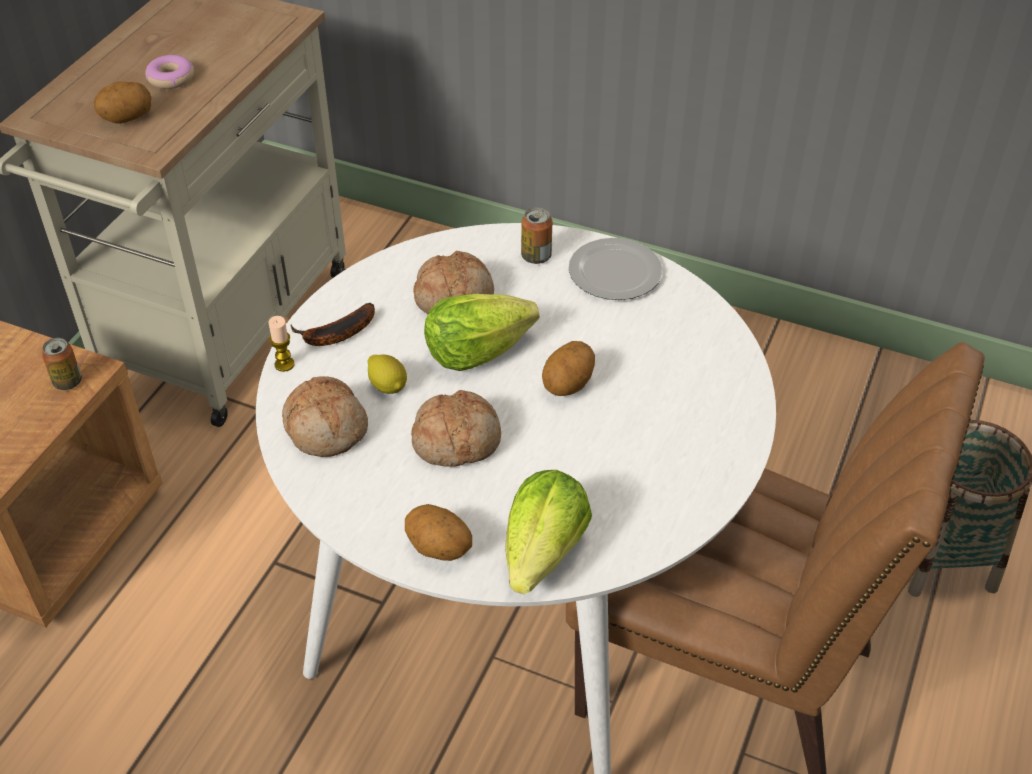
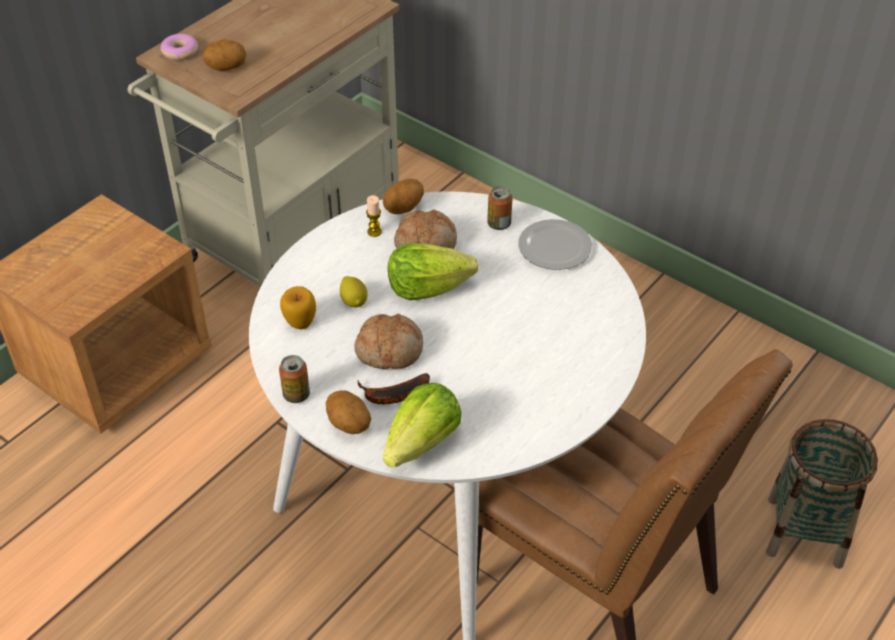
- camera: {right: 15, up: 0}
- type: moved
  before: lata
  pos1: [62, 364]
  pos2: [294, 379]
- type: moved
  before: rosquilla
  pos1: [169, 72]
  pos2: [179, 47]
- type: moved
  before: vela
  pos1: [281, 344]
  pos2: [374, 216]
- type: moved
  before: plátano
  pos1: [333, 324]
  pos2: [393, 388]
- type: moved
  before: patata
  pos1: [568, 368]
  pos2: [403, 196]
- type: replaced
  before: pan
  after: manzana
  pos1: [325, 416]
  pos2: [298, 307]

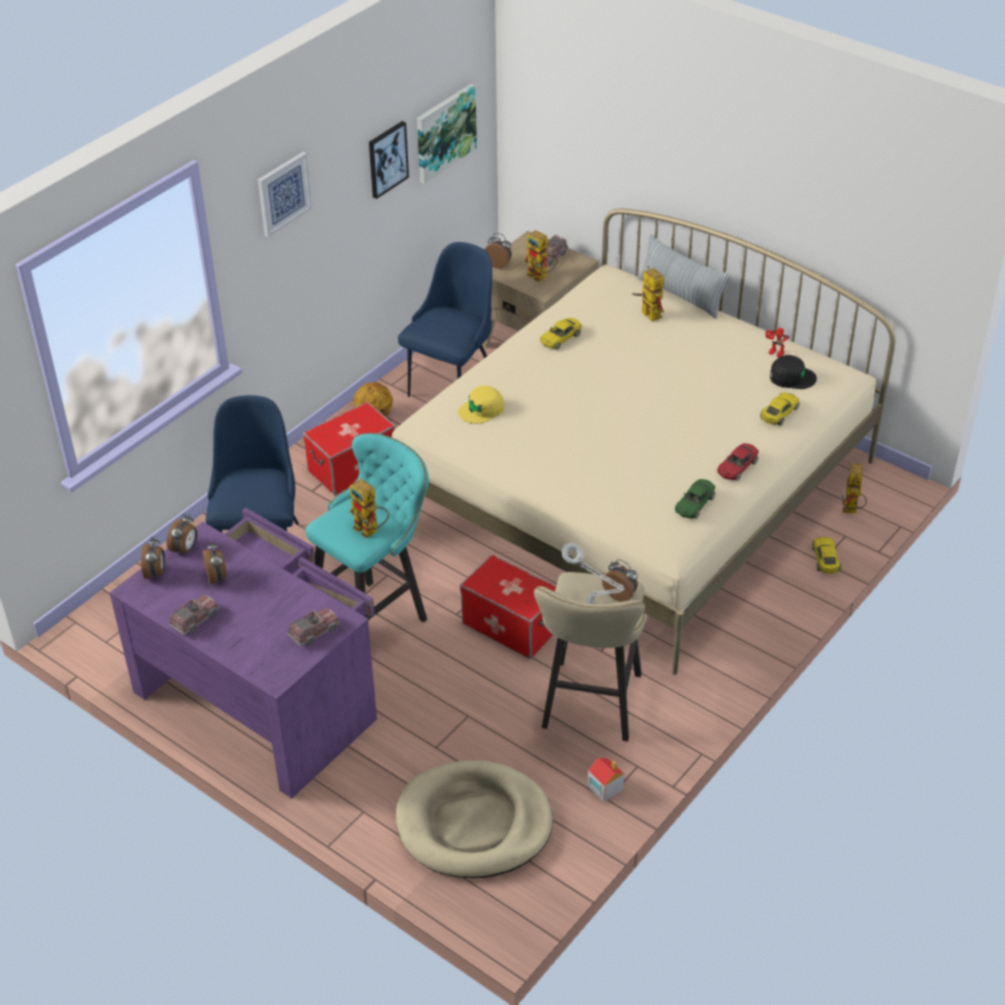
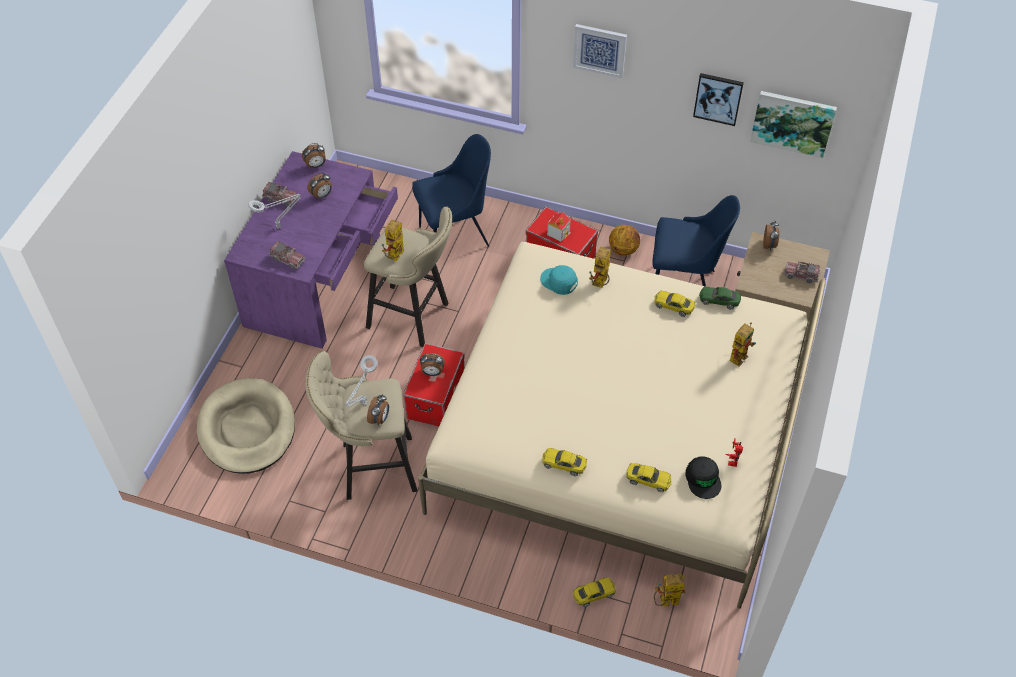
- camera: {right: 70, up: 10}
- type: removed
  before: cojín
  pos1: [684, 276]
- type: added
  after: lámpara de mesa (gris)
  pos2: [274, 211]
- type: moved
  before: despertador
  pos1: [181, 534]
  pos2: [432, 364]
- type: moved
  before: robot de juguete
  pos1: [541, 256]
  pos2: [600, 267]
- type: moved
  before: casita
  pos1: [605, 780]
  pos2: [559, 227]
- type: moved
  before: coche de juguete (verde)
  pos1: [695, 499]
  pos2: [720, 298]
- type: recoloured
  before: taburete (turquesa)
  after: taburete (beis)
  pos1: [367, 528]
  pos2: [408, 276]
- type: recoloured
  before: gorra (amarillo)
  after: gorra (turquesa)
  pos1: [481, 405]
  pos2: [559, 280]
- type: recoloured
  before: coche de juguete (rojo)
  after: coche de juguete (amarillo)
  pos1: [738, 462]
  pos2: [565, 462]

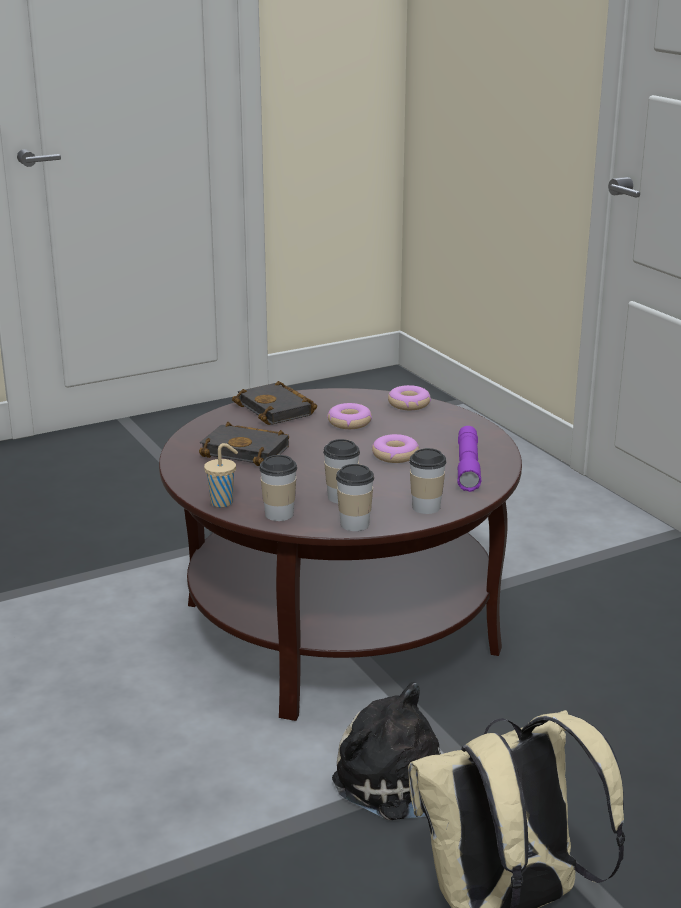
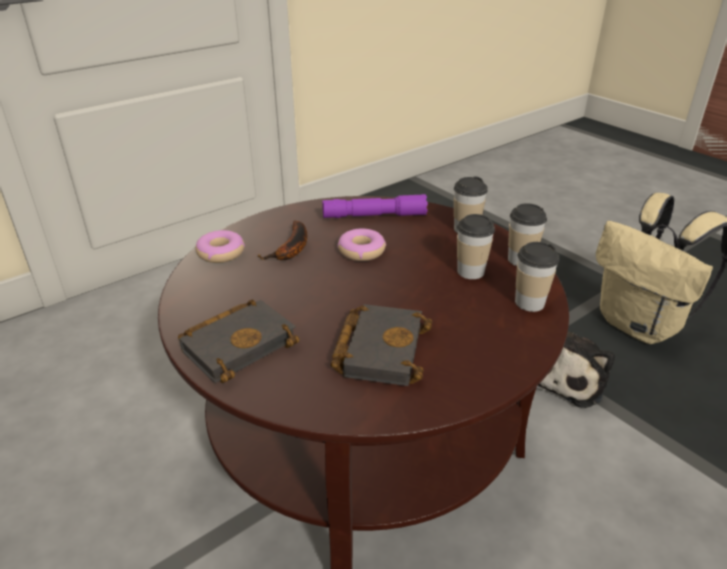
- camera: {right: -100, up: 10}
- type: removed
  before: taza (beis)
  pos1: [221, 475]
- type: removed
  before: rosquilla
  pos1: [349, 416]
- type: added
  after: plátano
  pos2: [282, 240]

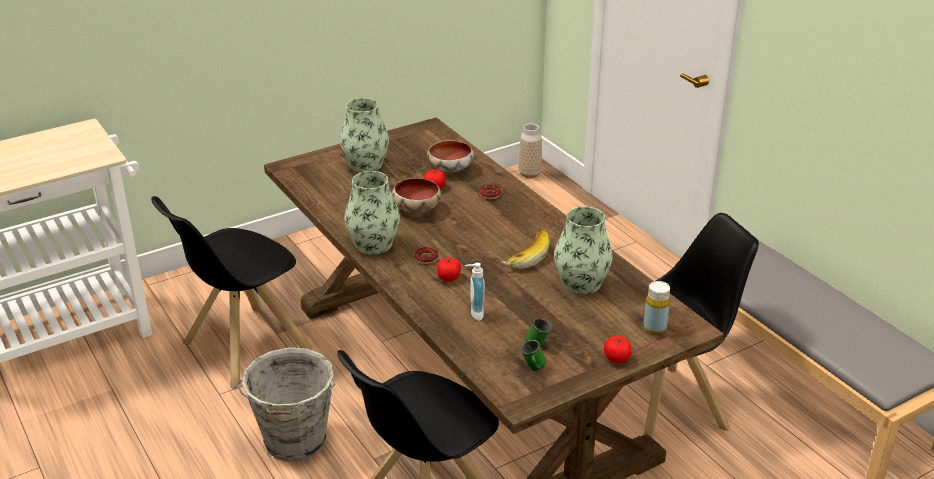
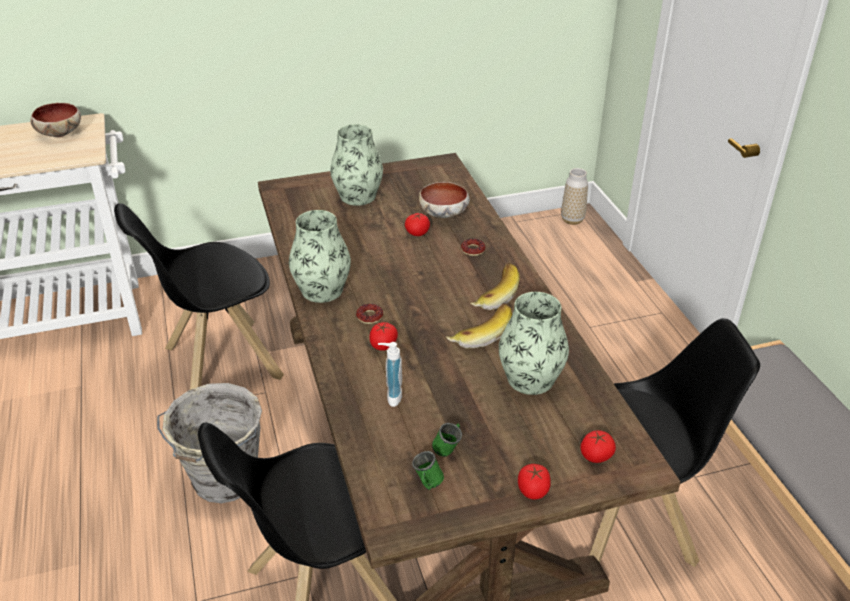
- camera: {right: 15, up: 5}
- type: added
  after: plátano
  pos2: [495, 286]
- type: moved
  before: cuenco
  pos1: [416, 195]
  pos2: [55, 120]
- type: replaced
  before: botella (amarillo)
  after: tomate
  pos1: [656, 307]
  pos2: [598, 446]

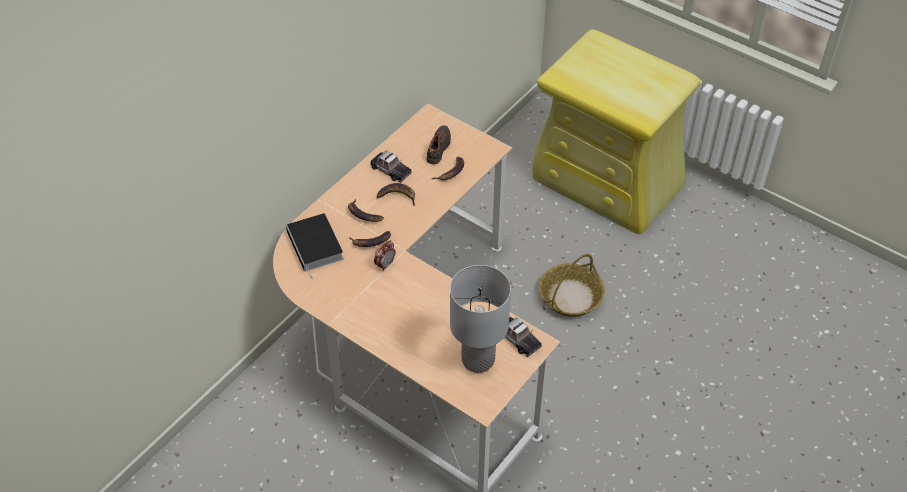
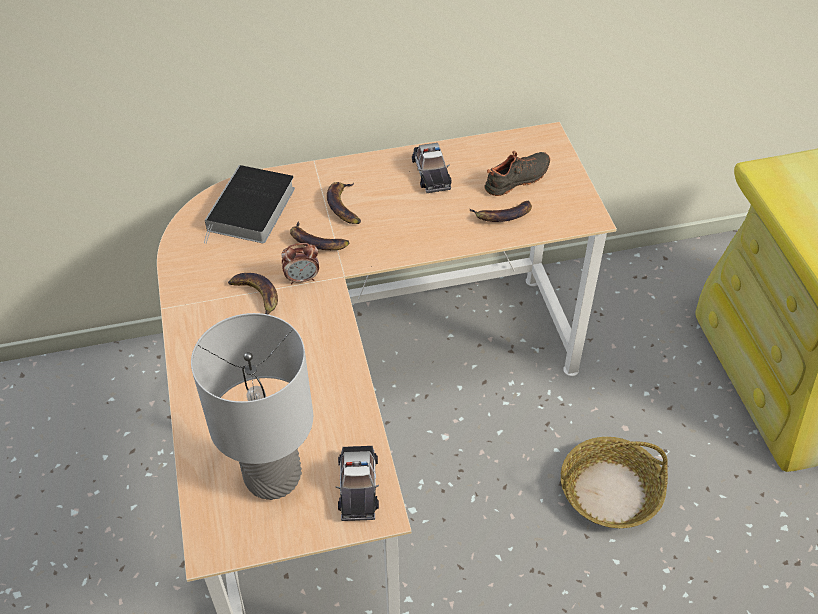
- camera: {right: 40, up: 0}
- type: moved
  before: plátano
  pos1: [395, 194]
  pos2: [253, 293]

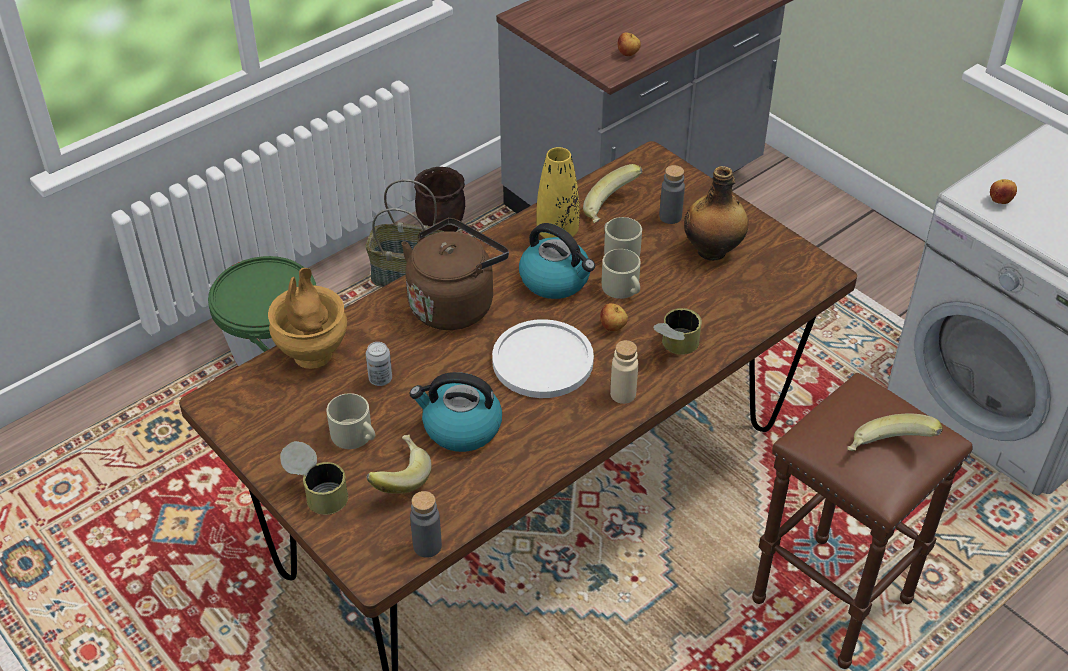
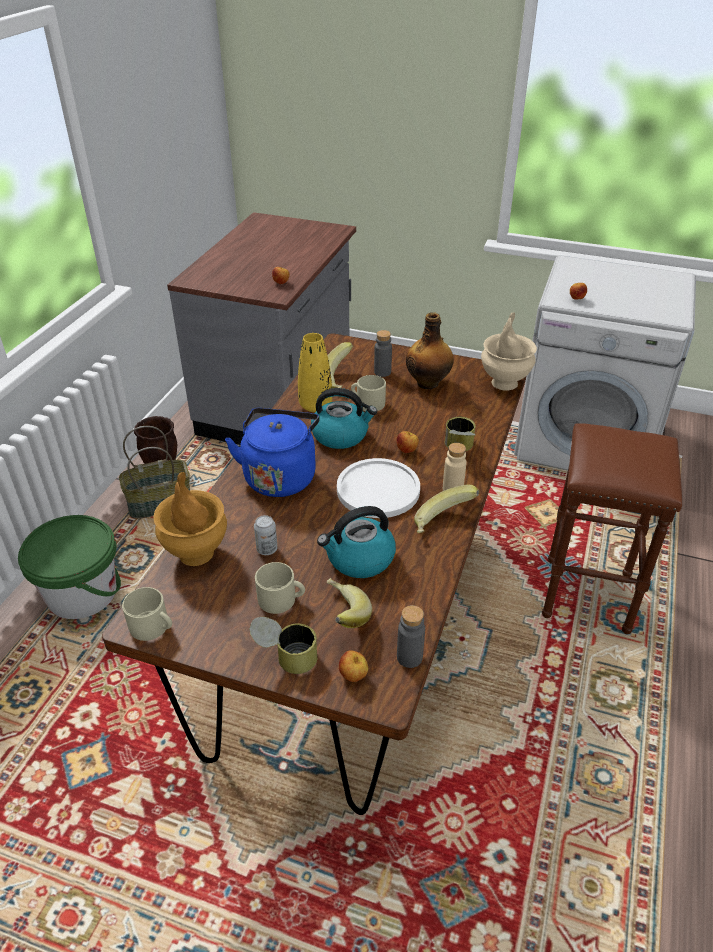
- camera: {right: -30, up: -5}
- type: added
  after: manzana
  pos2: [353, 666]
- type: added
  after: florero (beis)
  pos2: [509, 351]
- type: moved
  before: taza grande (beis)
  pos1: [621, 274]
  pos2: [147, 614]
- type: moved
  before: plátano
  pos1: [895, 432]
  pos2: [446, 509]
- type: recoloured
  before: hervidor (marrón)
  after: hervidor (azul)
  pos1: [455, 274]
  pos2: [272, 452]

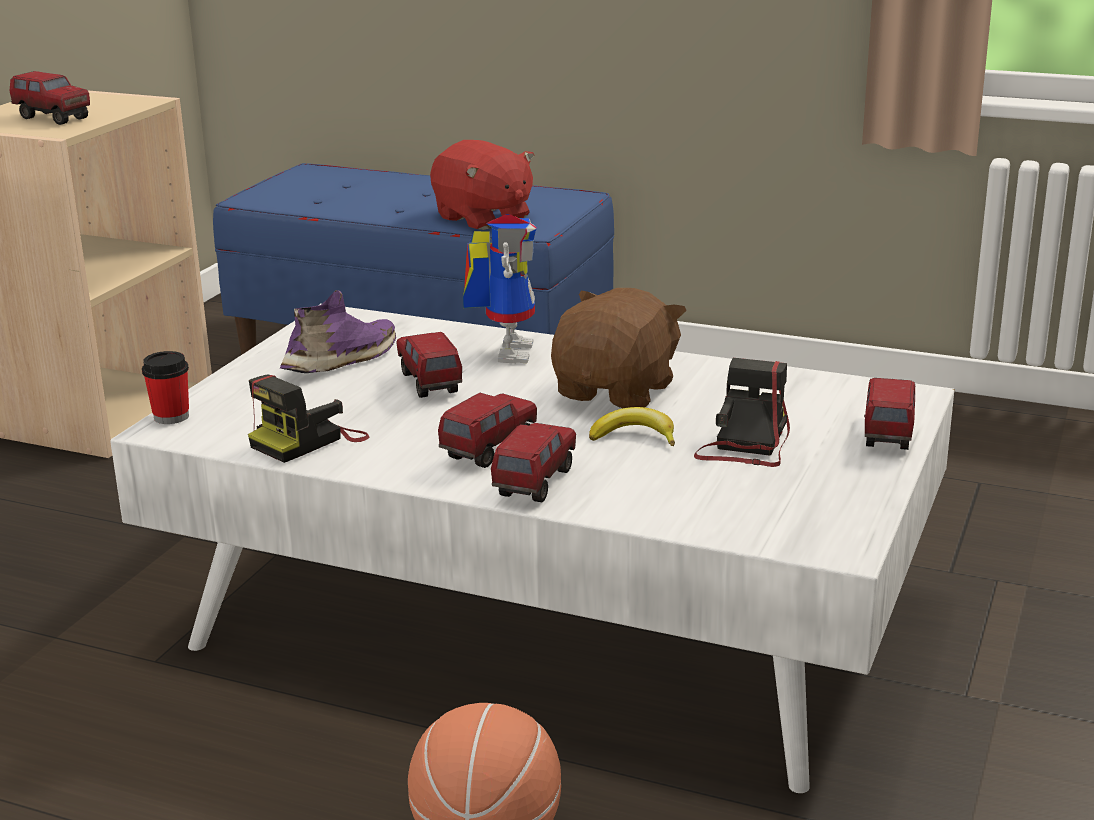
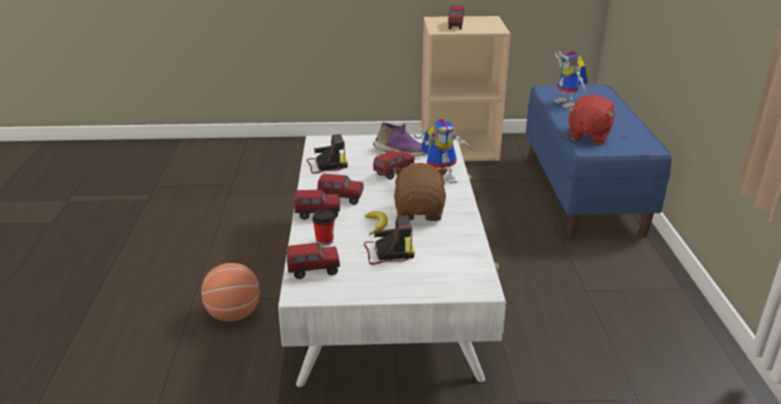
- camera: {right: 65, up: 5}
- type: added
  after: robot de juguete
  pos2: [571, 80]
- type: moved
  before: taza
  pos1: [165, 387]
  pos2: [323, 227]
- type: moved
  before: camión de juguete
  pos1: [889, 414]
  pos2: [313, 261]
- type: turned
  before: cámara
  pos1: [308, 419]
  pos2: [327, 154]
  turn: 150
- type: turned
  before: peluche (marrón)
  pos1: [619, 348]
  pos2: [420, 192]
  turn: -90

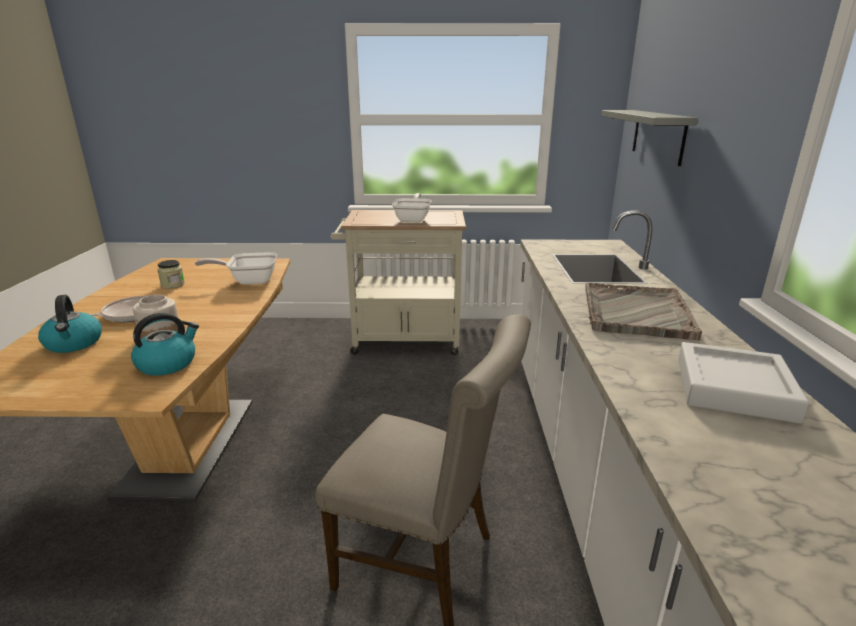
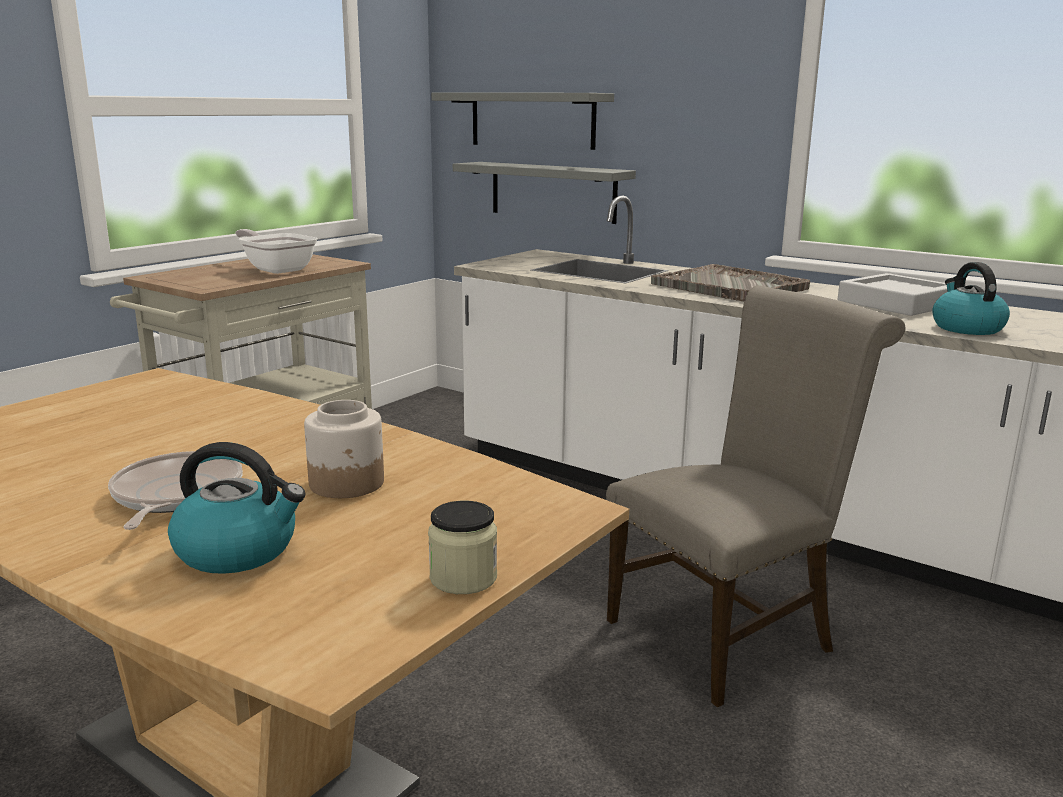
- camera: {right: -55, up: -5}
- type: removed
  before: sartén
  pos1: [236, 268]
- type: added
  after: estante (gris)
  pos2: [544, 193]
- type: moved
  before: hervidor
  pos1: [165, 344]
  pos2: [971, 298]
- type: moved
  before: tarro
  pos1: [171, 274]
  pos2: [462, 547]

